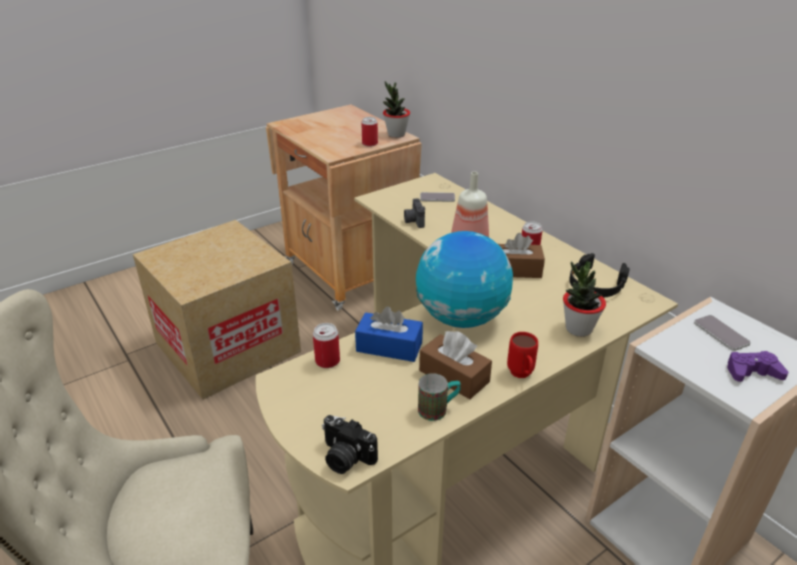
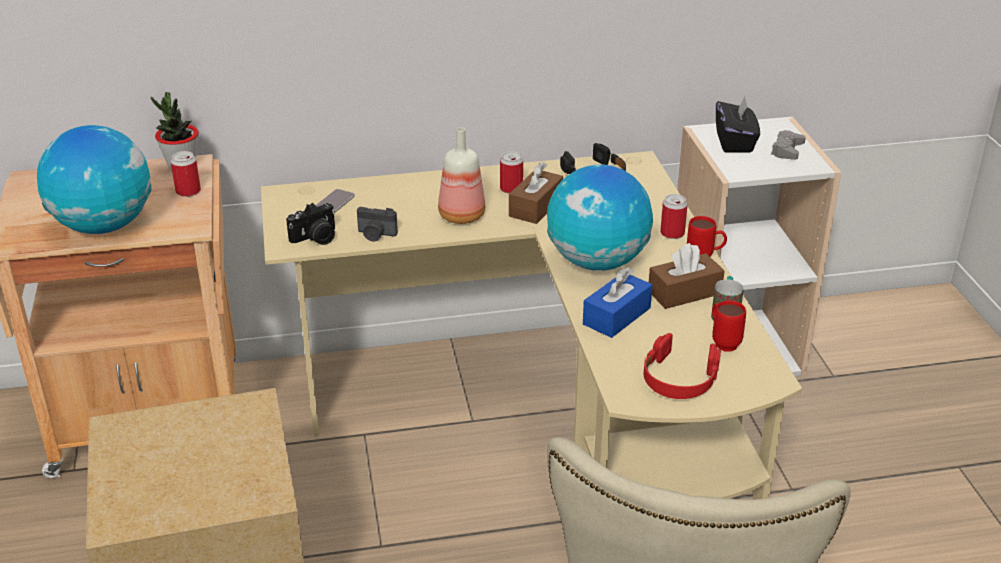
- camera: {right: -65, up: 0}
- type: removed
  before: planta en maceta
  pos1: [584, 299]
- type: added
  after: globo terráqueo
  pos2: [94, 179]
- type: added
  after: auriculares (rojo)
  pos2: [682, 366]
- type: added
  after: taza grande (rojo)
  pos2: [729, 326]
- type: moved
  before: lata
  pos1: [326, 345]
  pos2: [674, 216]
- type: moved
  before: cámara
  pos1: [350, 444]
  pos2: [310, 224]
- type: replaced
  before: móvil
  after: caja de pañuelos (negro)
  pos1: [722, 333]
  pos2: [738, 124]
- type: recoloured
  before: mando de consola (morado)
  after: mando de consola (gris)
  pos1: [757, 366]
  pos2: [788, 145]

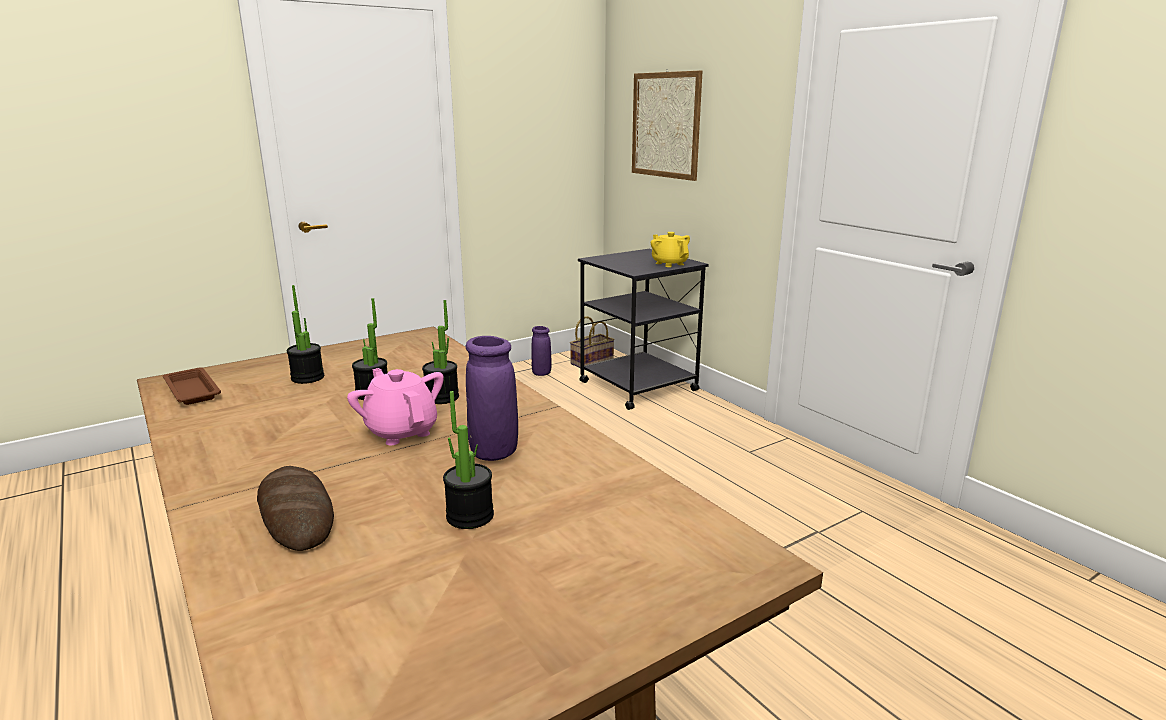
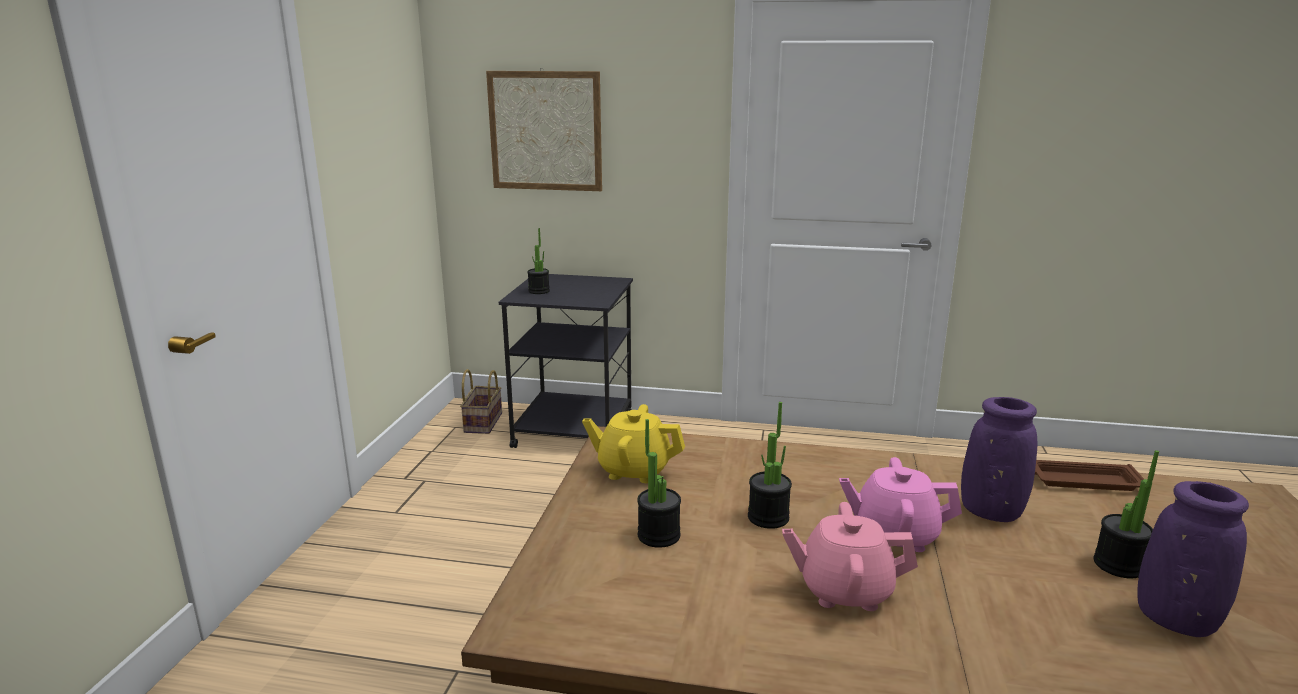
- camera: {right: -45, up: 0}
- type: removed
  before: pan
  pos1: [295, 508]
- type: added
  after: tetera (rosa)
  pos2: [850, 556]
- type: moved
  before: bandeja (marrón)
  pos1: [192, 386]
  pos2: [1089, 475]
- type: moved
  before: planta en maceta
  pos1: [440, 352]
  pos2: [538, 261]
- type: moved
  before: florero (morado)
  pos1: [541, 351]
  pos2: [1193, 559]
- type: moved
  before: tetera (amarillo)
  pos1: [670, 249]
  pos2: [633, 443]

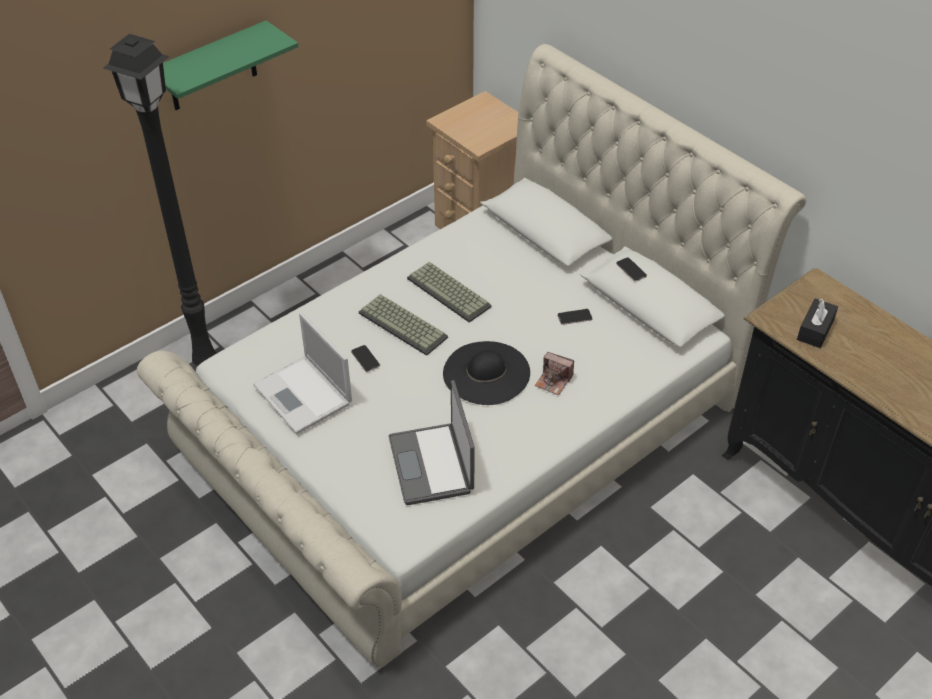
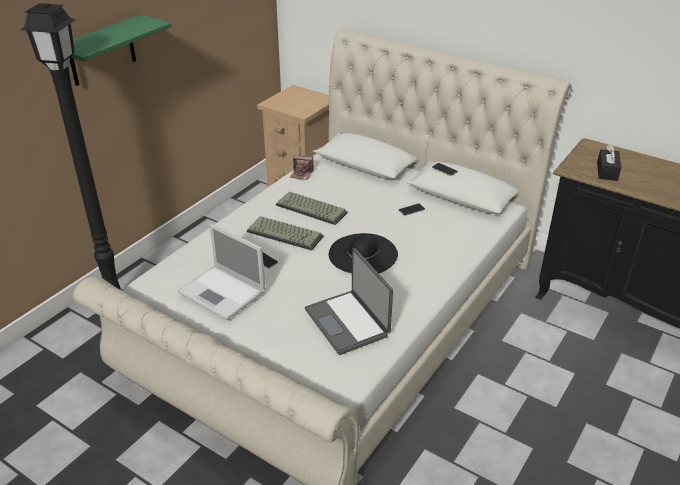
- camera: {right: -15, up: -10}
- type: moved
  before: cámara
  pos1: [554, 373]
  pos2: [302, 167]

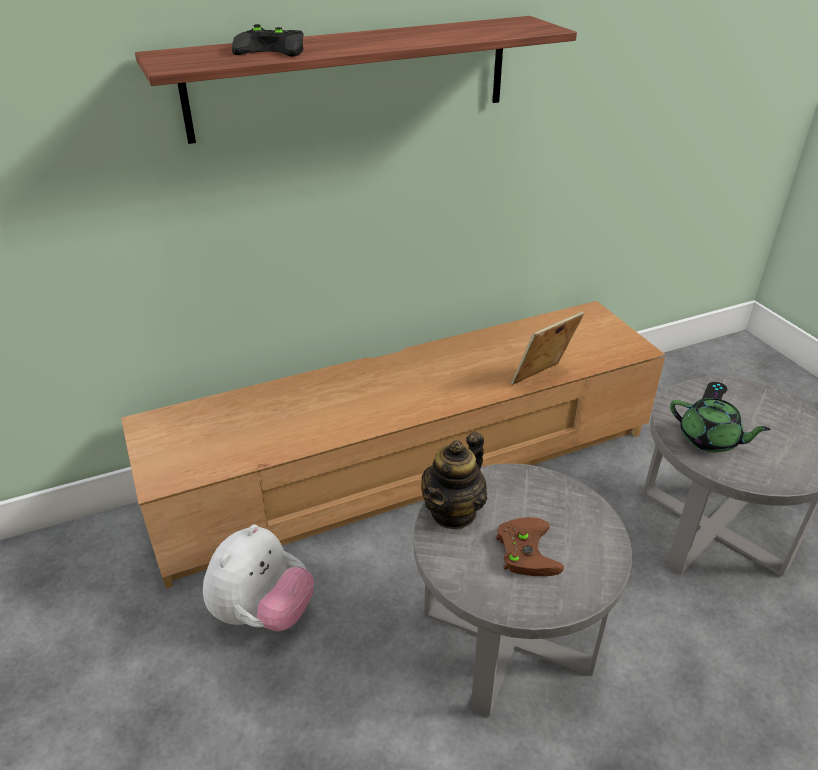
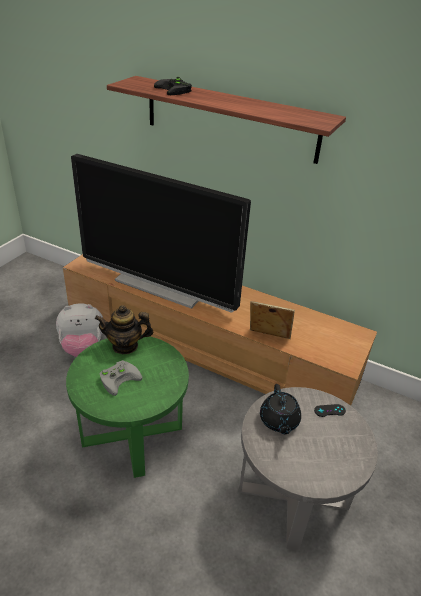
- camera: {right: 50, up: 0}
- type: added
  after: televisor
  pos2: [161, 233]
- type: recoloured
  before: mesa auxiliar (gris)
  after: mesa auxiliar (verde)
  pos1: [522, 590]
  pos2: [127, 407]
- type: recoloured
  before: mando de consola (marrón)
  after: mando de consola (gris)
  pos1: [530, 546]
  pos2: [121, 378]
- type: recoloured
  before: tetera (verde)
  after: tetera (negro)
  pos1: [720, 425]
  pos2: [280, 409]

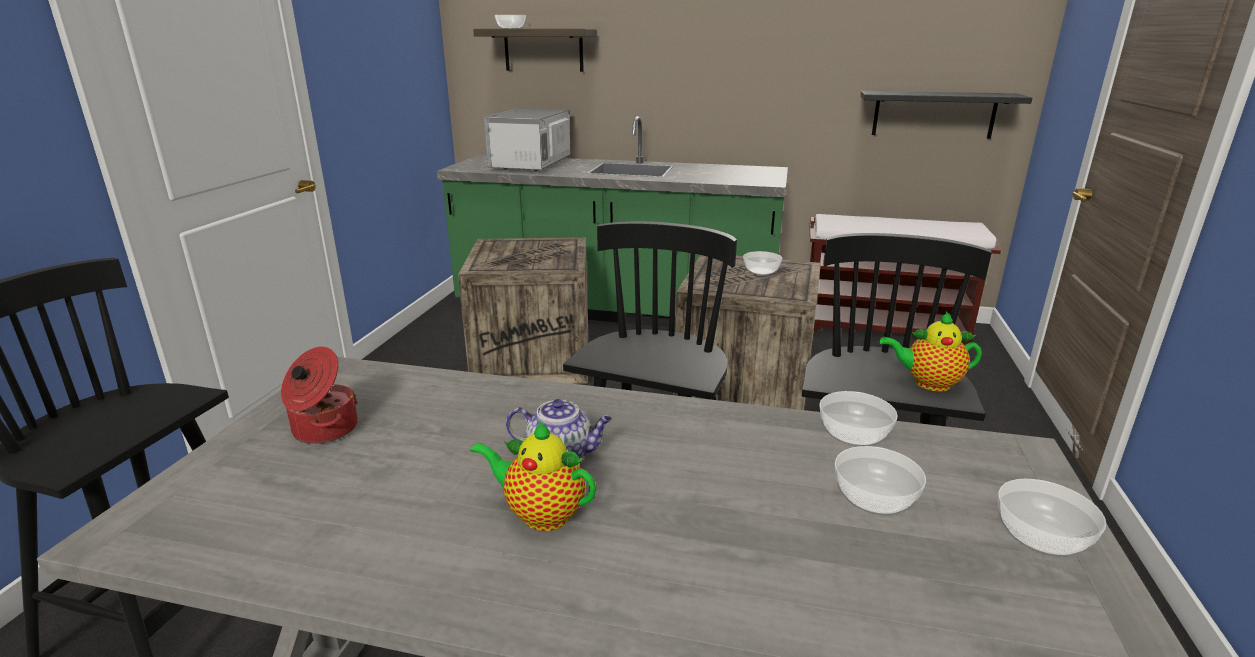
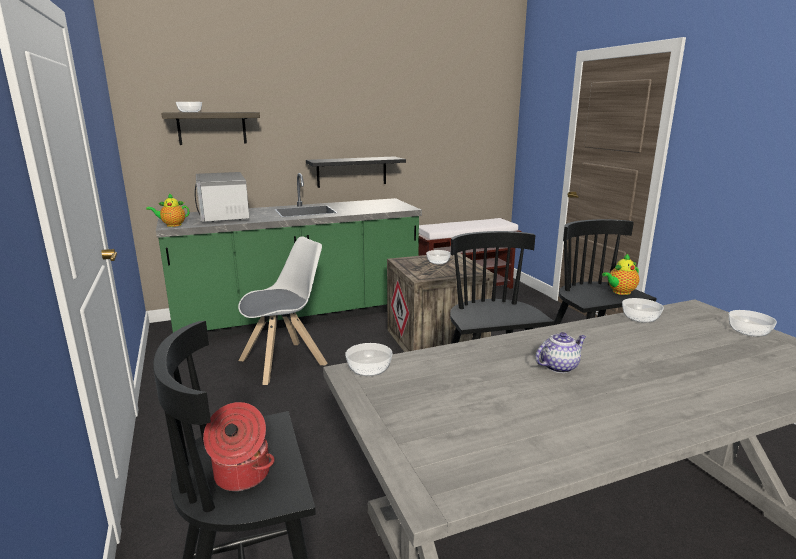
- camera: {right: -35, up: -5}
- type: moved
  before: olla
  pos1: [319, 395]
  pos2: [239, 446]
- type: moved
  before: tetera
  pos1: [533, 475]
  pos2: [168, 210]
- type: moved
  before: cuenco
  pos1: [880, 480]
  pos2: [368, 359]
- type: moved
  before: estante (negro)
  pos1: [946, 115]
  pos2: [356, 172]
- type: replaced
  before: caja de embalaje
  after: silla
  pos1: [523, 310]
  pos2: [282, 311]

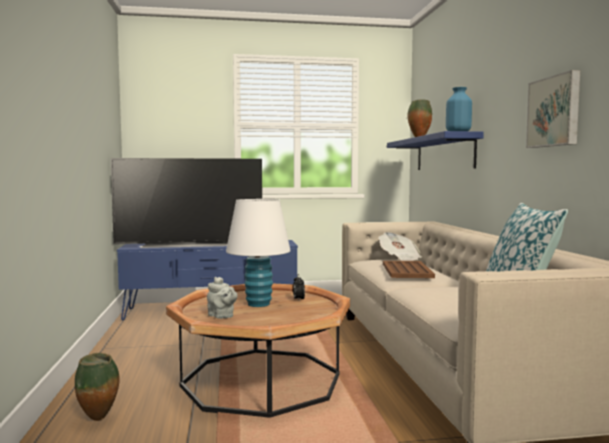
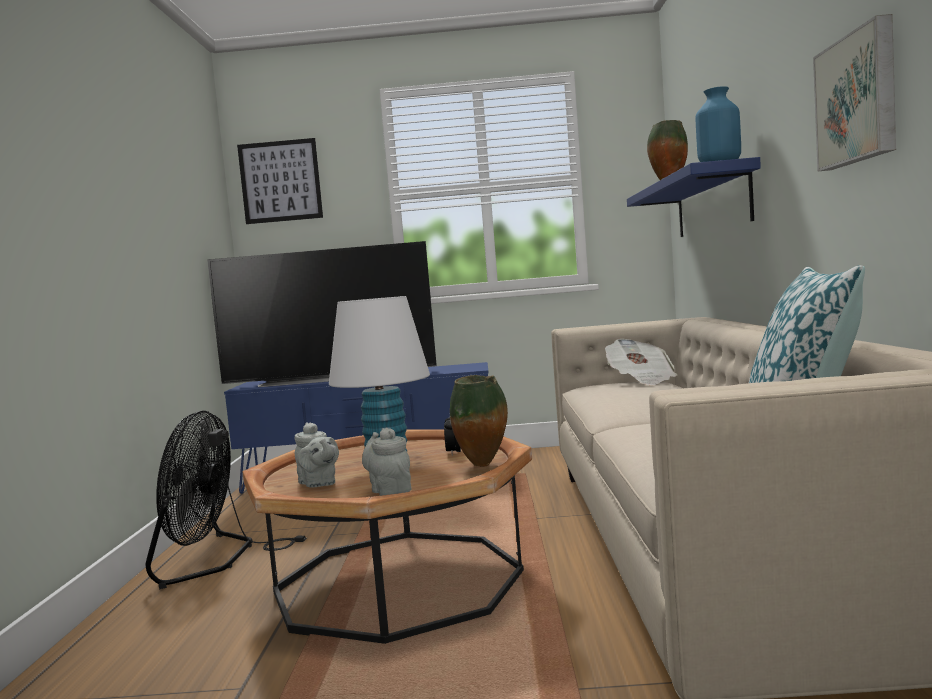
- camera: {right: 10, up: 0}
- type: removed
  before: bandeja (marrón)
  pos1: [409, 269]
- type: added
  after: ventilador (negro)
  pos2: [226, 500]
- type: added
  after: cuadro
  pos2: [280, 181]
- type: added
  after: tetera (gris)
  pos2: [386, 462]
- type: moved
  before: florero
  pos1: [97, 387]
  pos2: [479, 421]

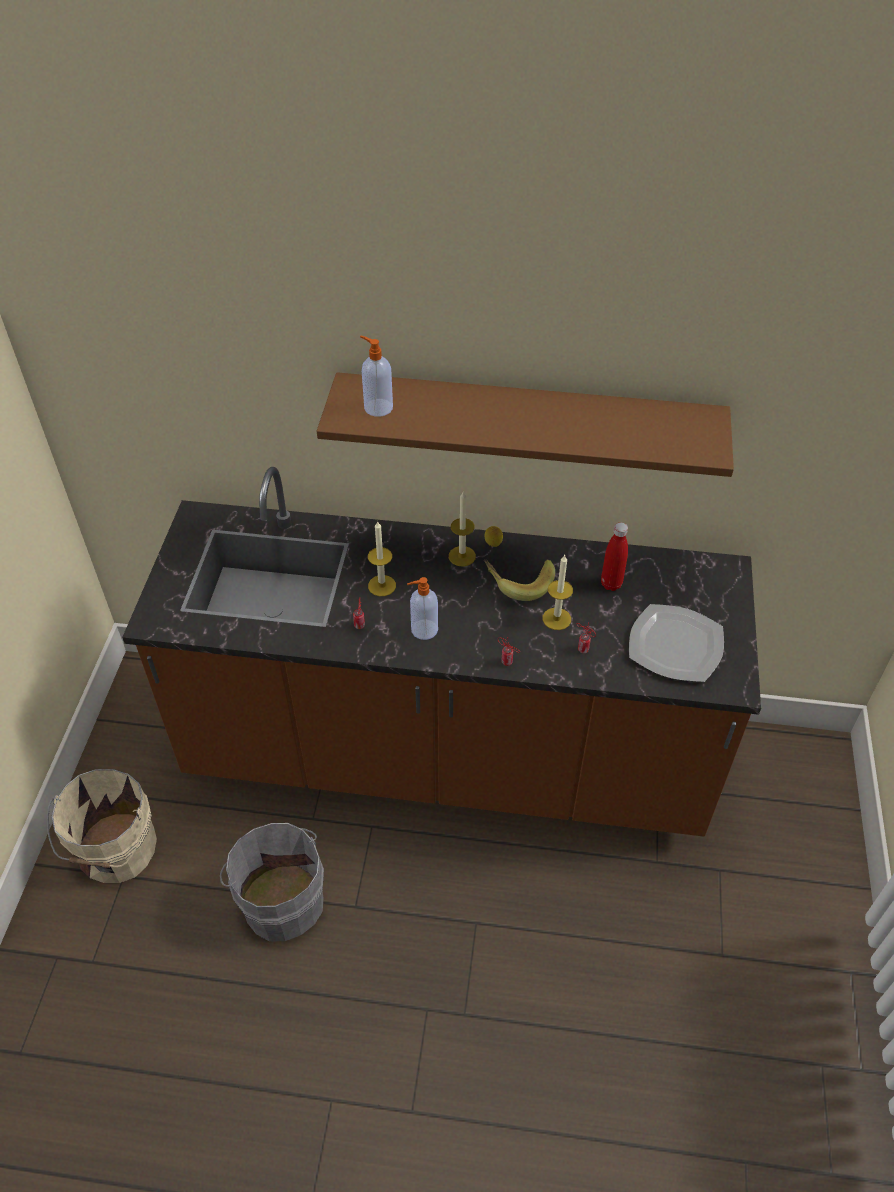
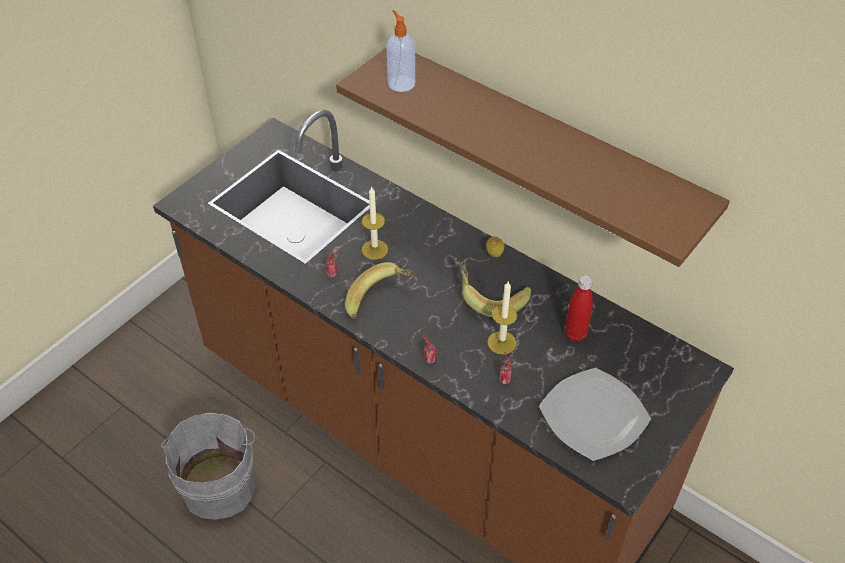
- camera: {right: 30, up: 0}
- type: removed
  before: cubo (beis)
  pos1: [102, 826]
- type: removed
  before: vela
  pos1: [462, 529]
- type: replaced
  before: dispensador de jabón
  after: plátano
  pos1: [422, 608]
  pos2: [380, 290]

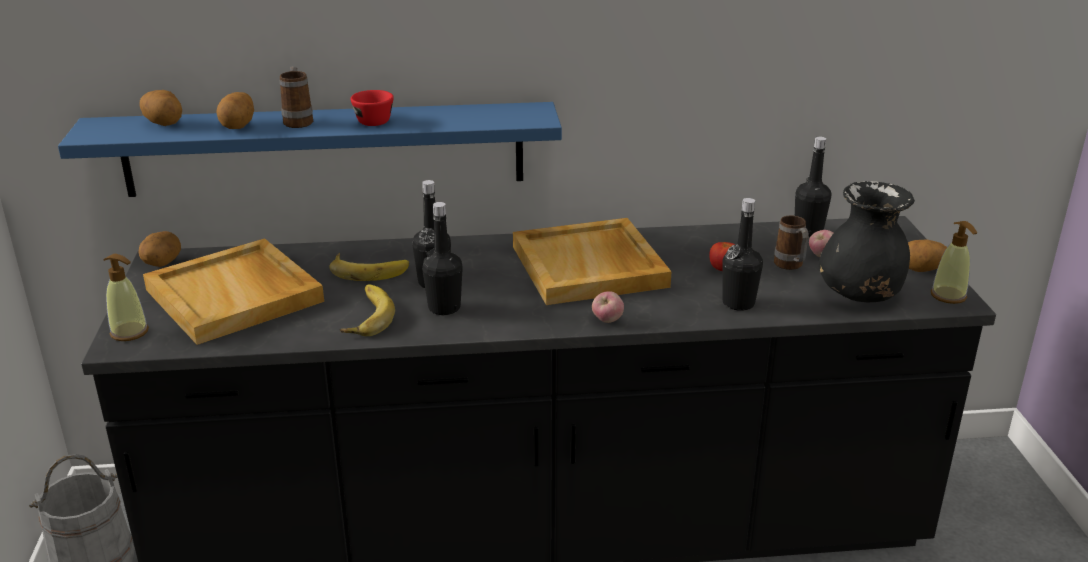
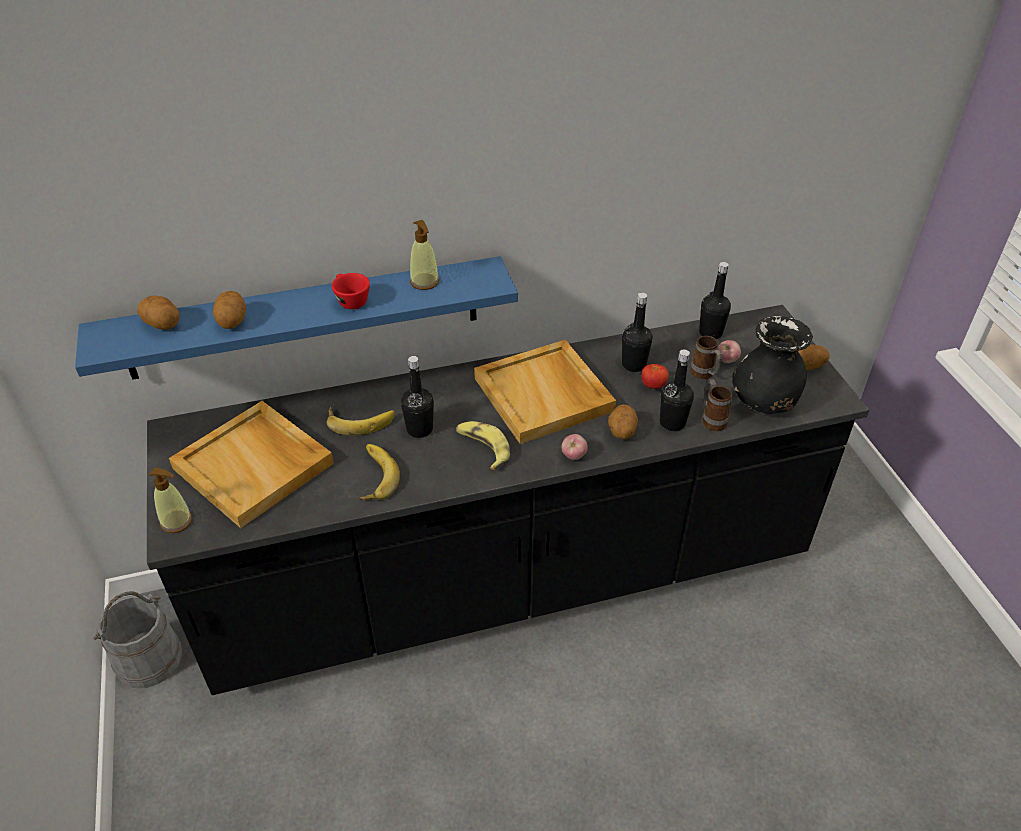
- camera: {right: -10, up: 15}
- type: added
  after: plátano
  pos2: [483, 445]
- type: moved
  before: patata
  pos1: [159, 249]
  pos2: [623, 421]
- type: moved
  before: taza grande
  pos1: [296, 97]
  pos2: [717, 405]
- type: moved
  before: botella (negro)
  pos1: [442, 258]
  pos2: [637, 332]
- type: moved
  before: dispensador de jabón
  pos1: [954, 262]
  pos2: [425, 255]

